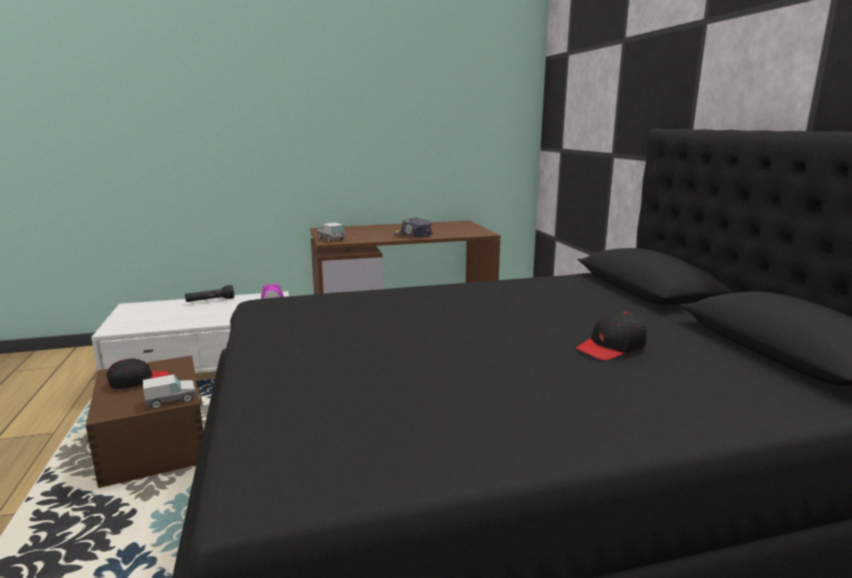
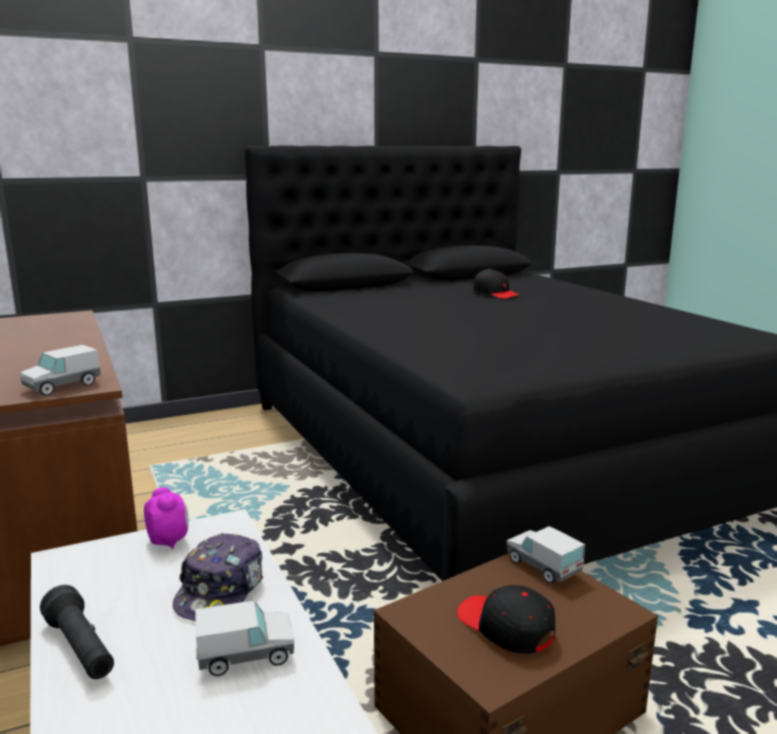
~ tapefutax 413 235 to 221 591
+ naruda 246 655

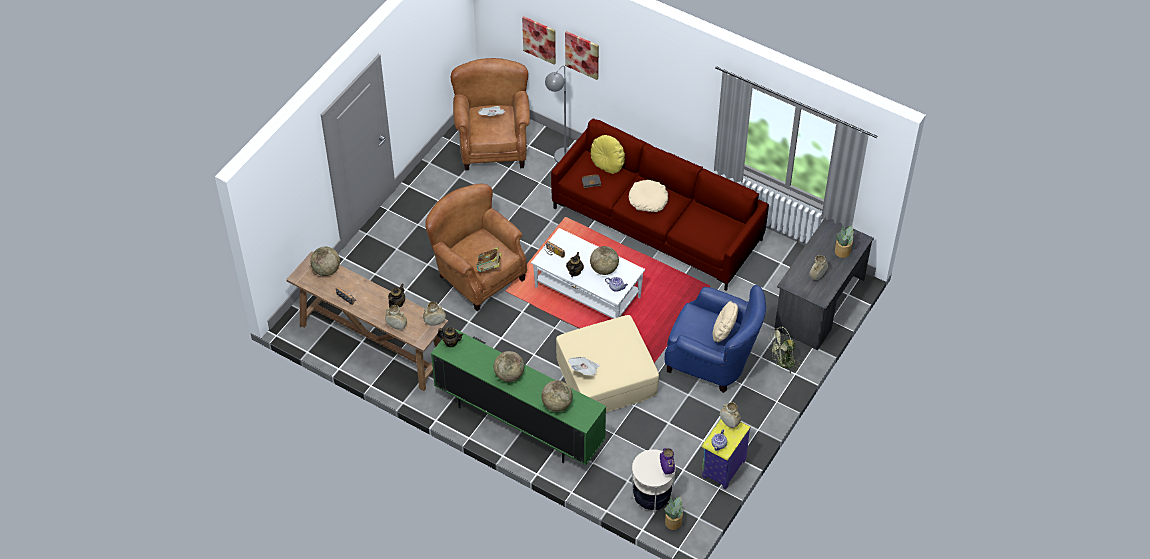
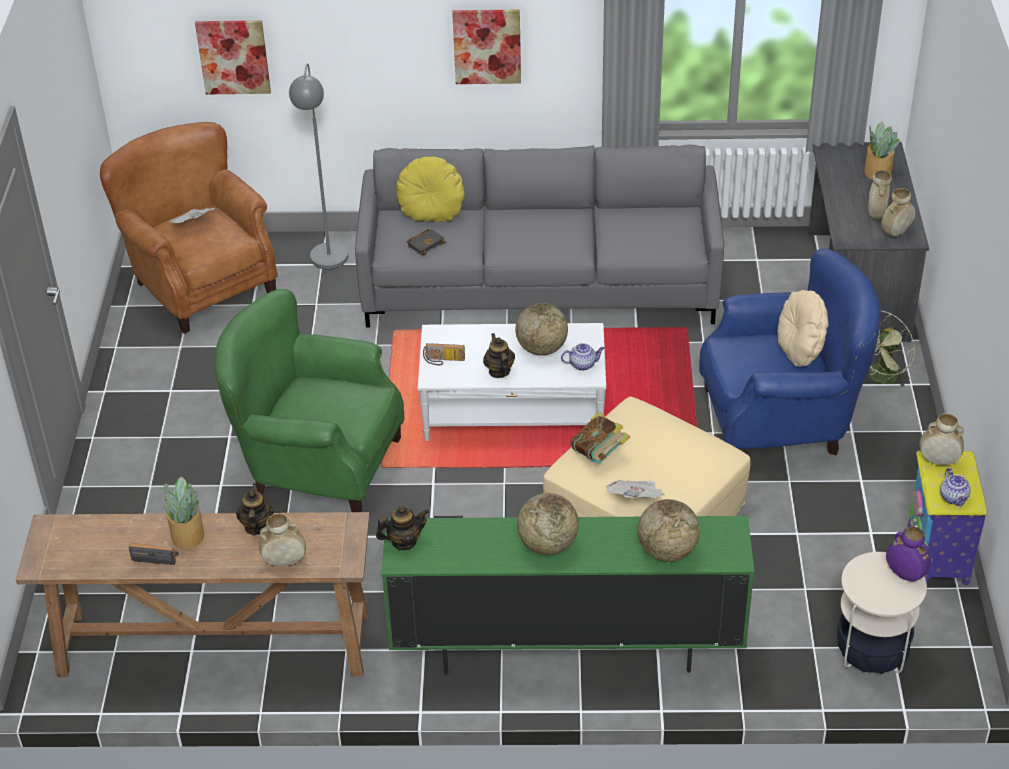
~ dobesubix 582 54 to 487 46
~ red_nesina 657 225 to grey_nesina 540 285
- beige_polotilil 648 200
~ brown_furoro 478 274 to green_furoro 317 463
- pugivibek 326 270
~ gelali 489 267 to 599 454
~ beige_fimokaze 435 322 to 896 232
~ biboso 673 521 to 188 535

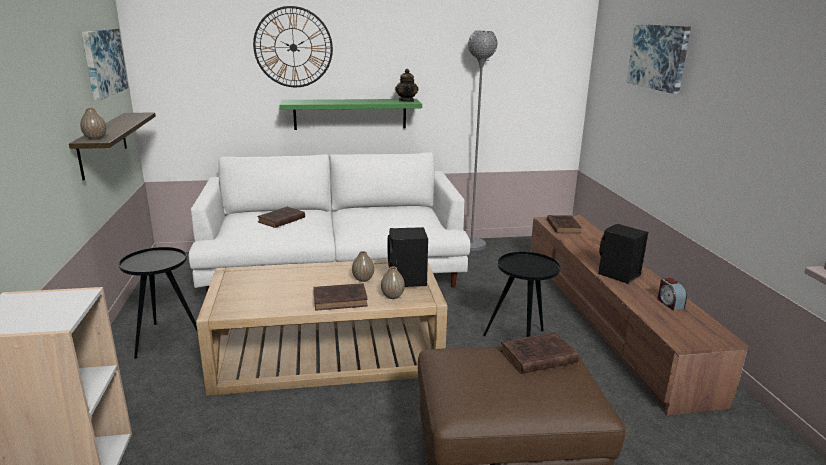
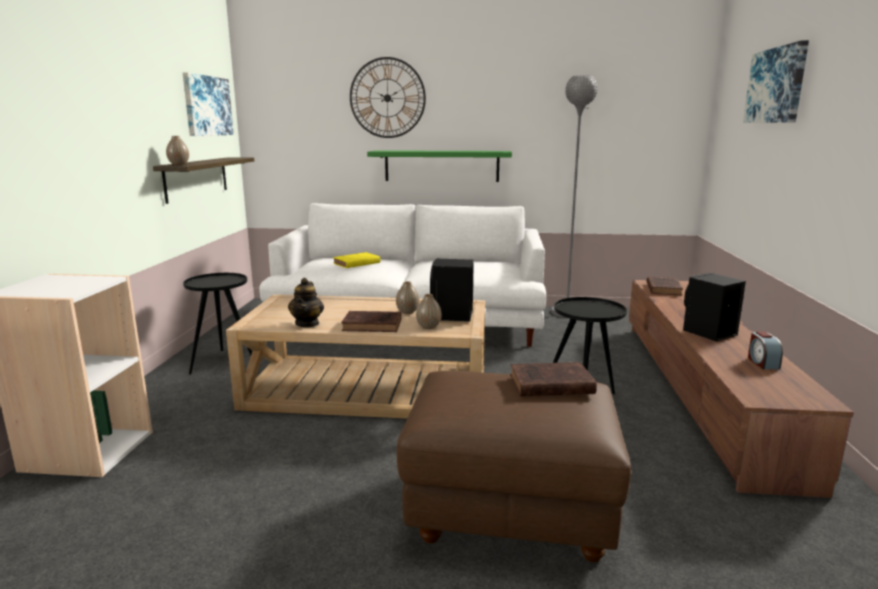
~ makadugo 406 101 to 307 323
~ brown_gelali 280 220 to yellow_gelali 355 263

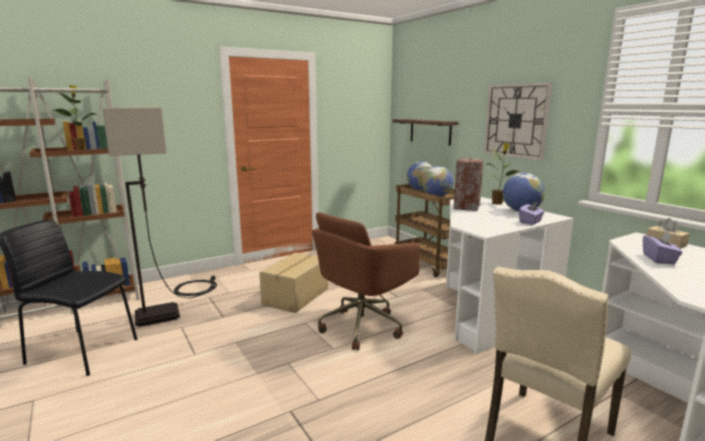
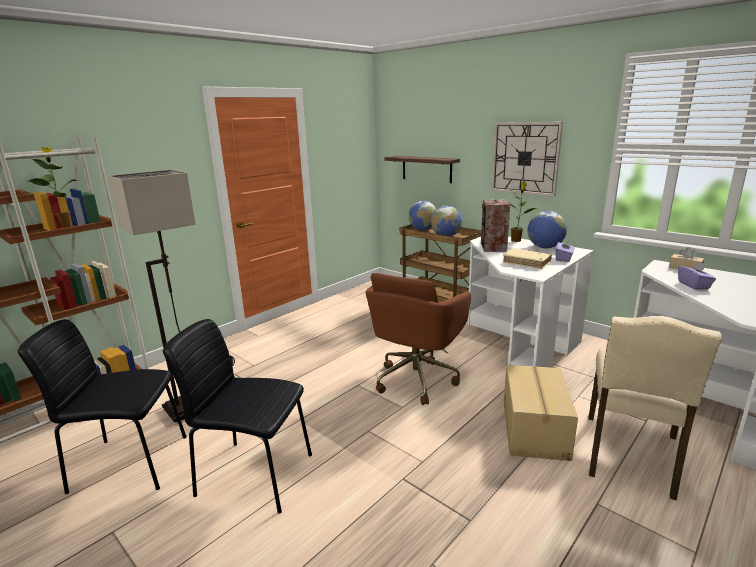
~ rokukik 296 296 to 535 429
+ beige_gelali 526 263
+ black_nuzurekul 251 474

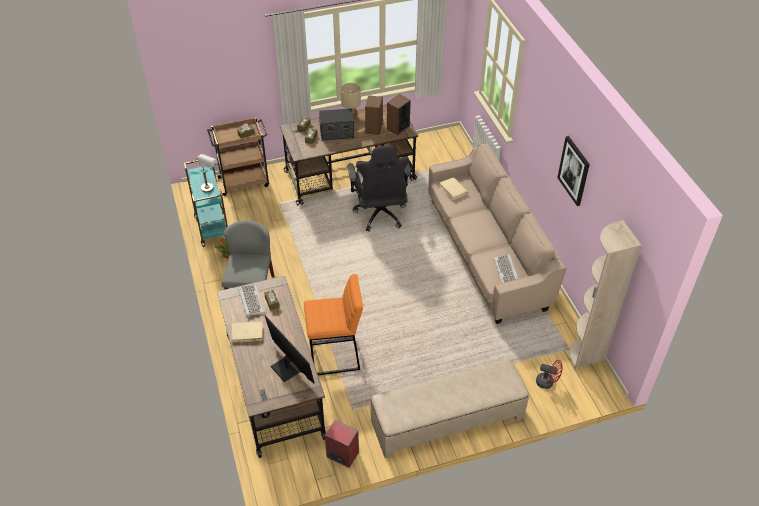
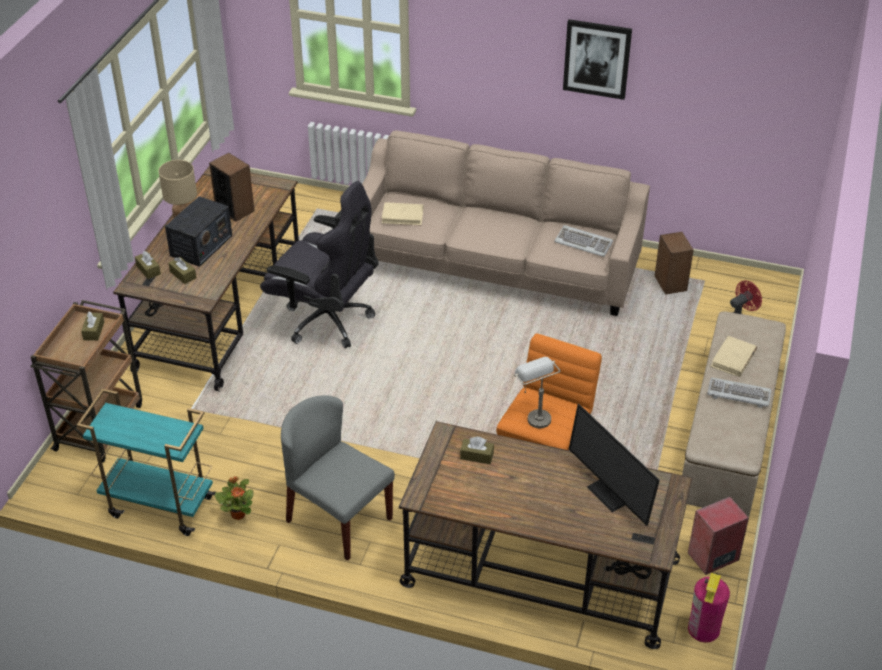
~ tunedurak 398 127 to 670 283
~ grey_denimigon 209 185 to 534 414
- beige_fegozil 583 355
~ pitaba 250 301 to 738 394
~ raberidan 288 367 = 613 491 120 degrees counterclockwise
~ beige_gelali 247 333 to 733 359
+ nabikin 704 629

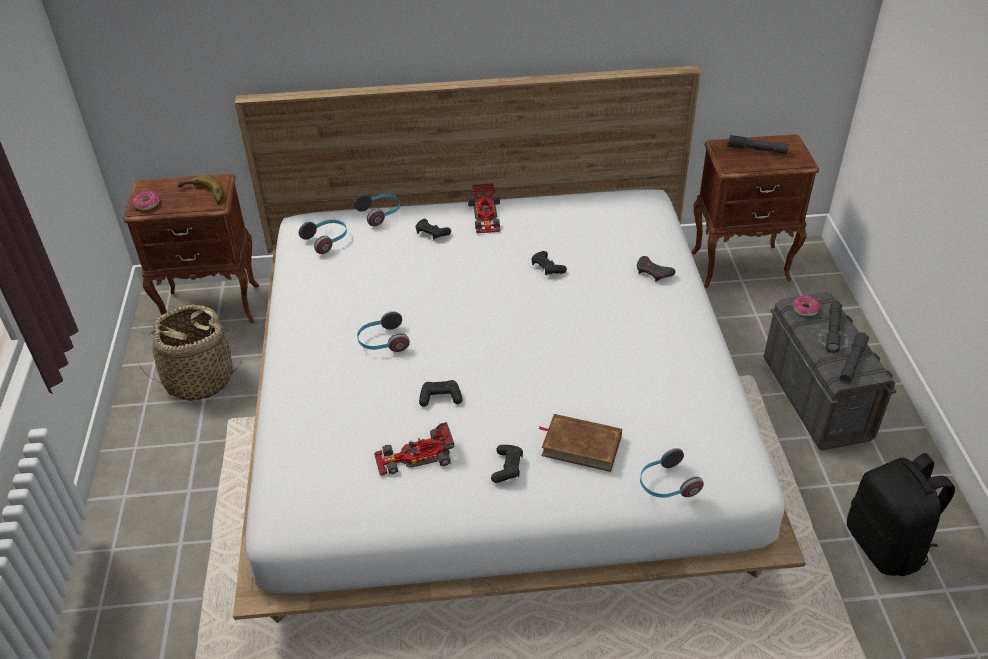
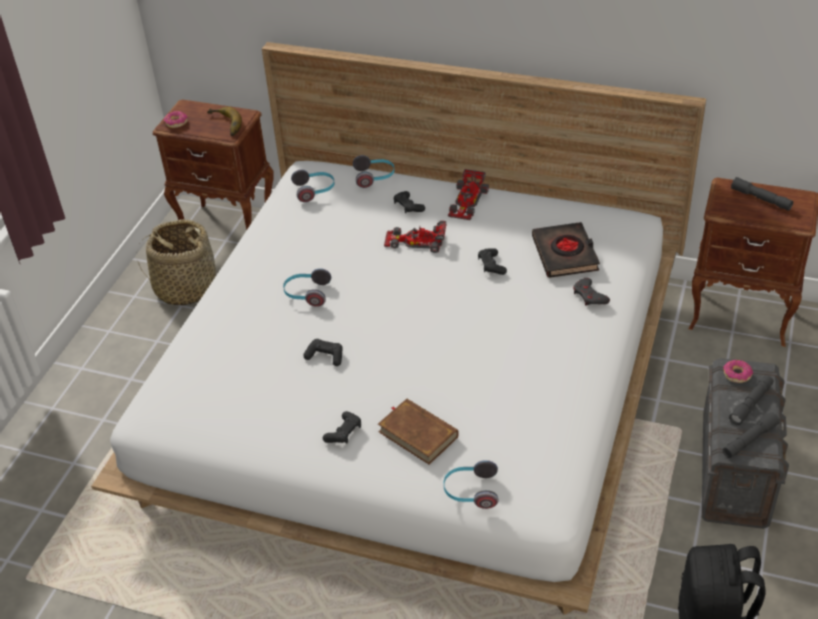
~ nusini 415 456 to 415 241
+ black_gelali 565 254

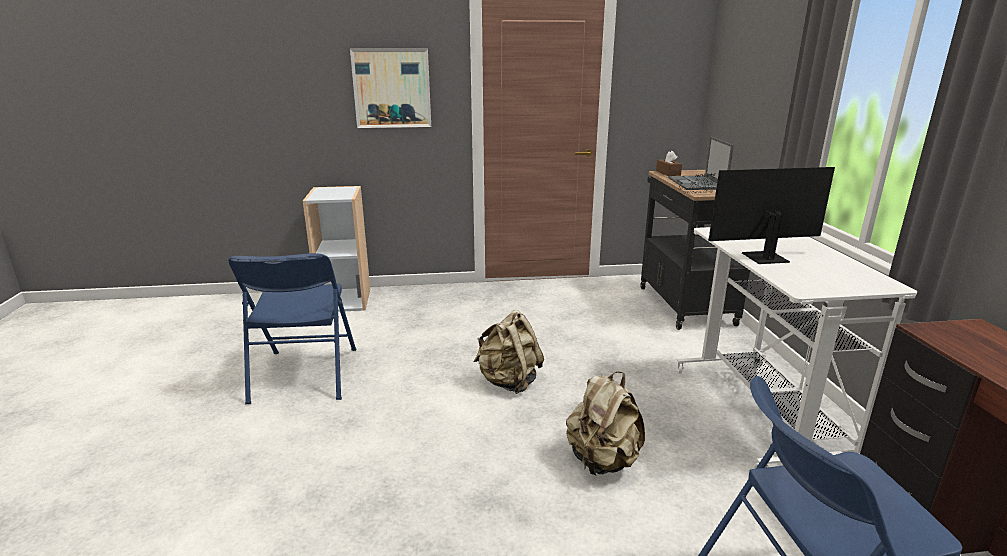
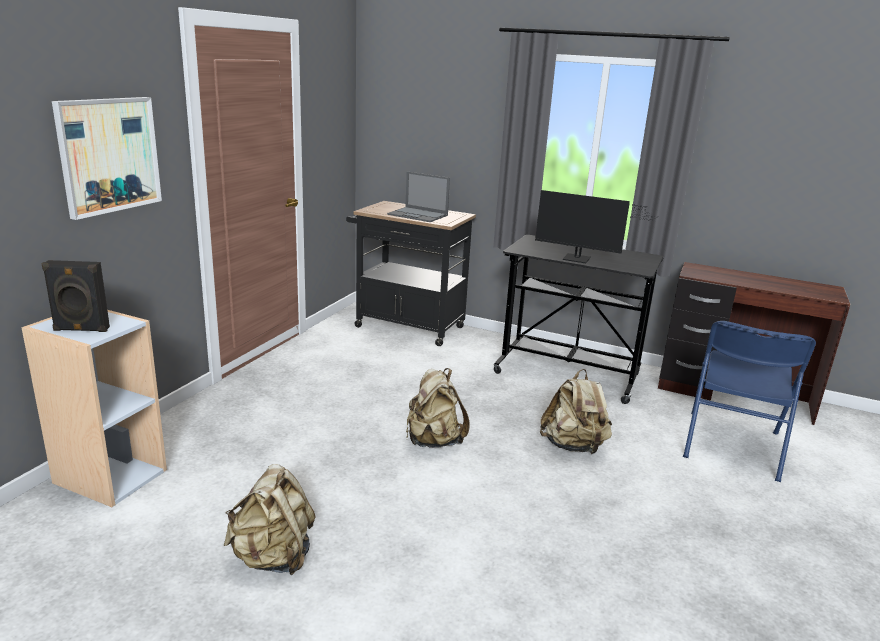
- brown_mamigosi 668 173
~ raberidan 758 257 = 580 259 90 degrees counterclockwise
~ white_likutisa 759 413 to black_likutisa 567 373
~ blue_nuzurekul 304 375 to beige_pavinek 273 557
+ black_tunedurak 81 329

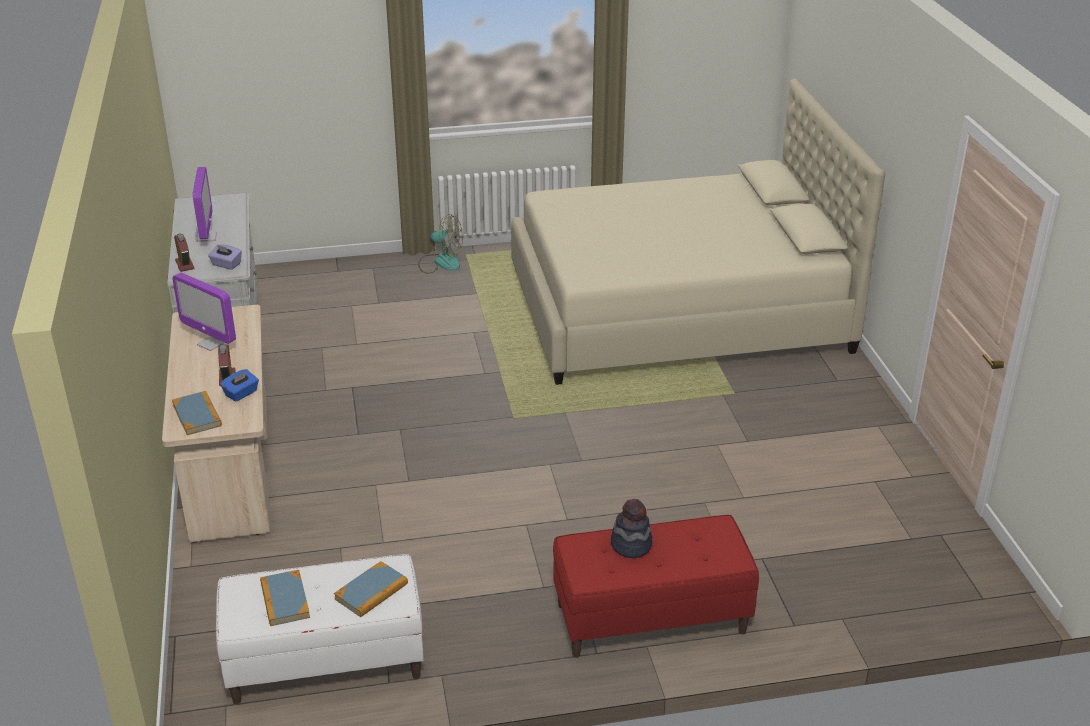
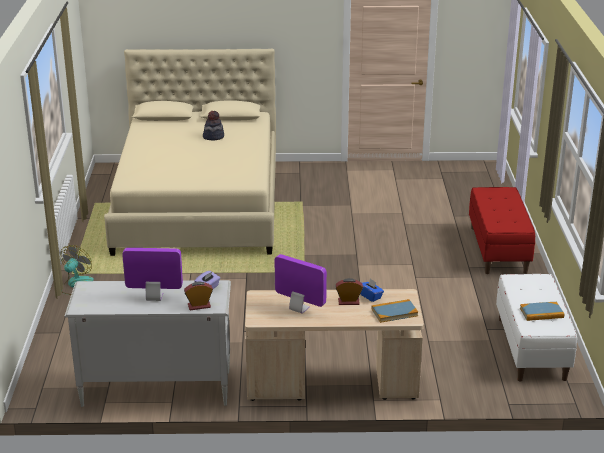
~ raberidan 211 343 = 299 309 105 degrees counterclockwise
~ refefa 631 544 to 213 136
- gelali 371 591

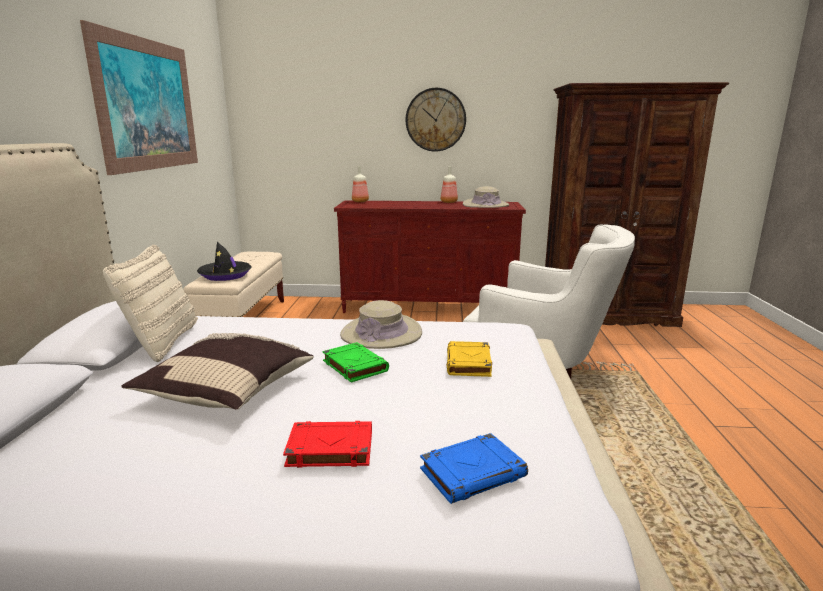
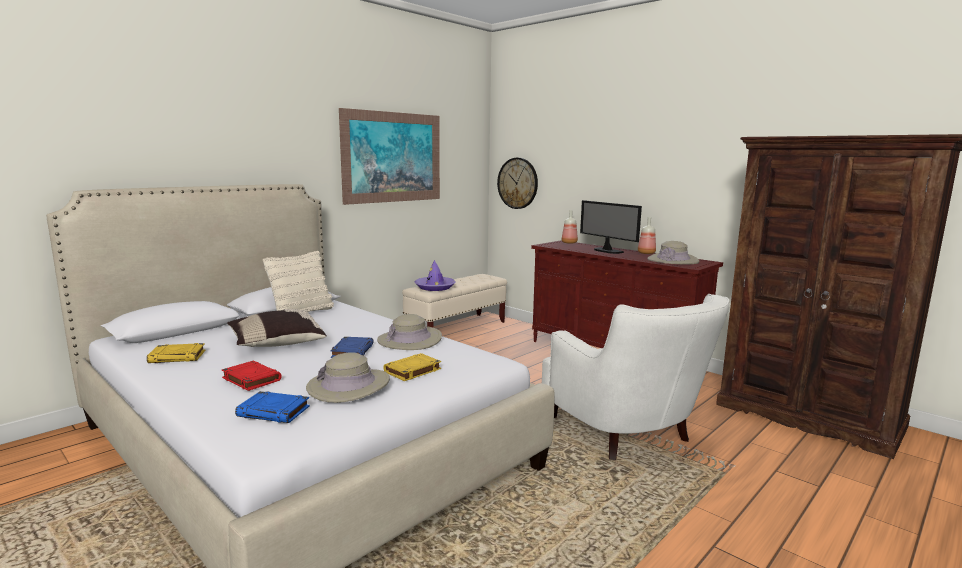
~ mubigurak 435 120 to 517 183
~ black_refefa 225 275 to purple_refefa 435 287
~ green_gelali 354 366 to blue_gelali 352 351
+ raberidan 607 251
+ yellow_gelali 178 357
+ beige_refefa 348 386

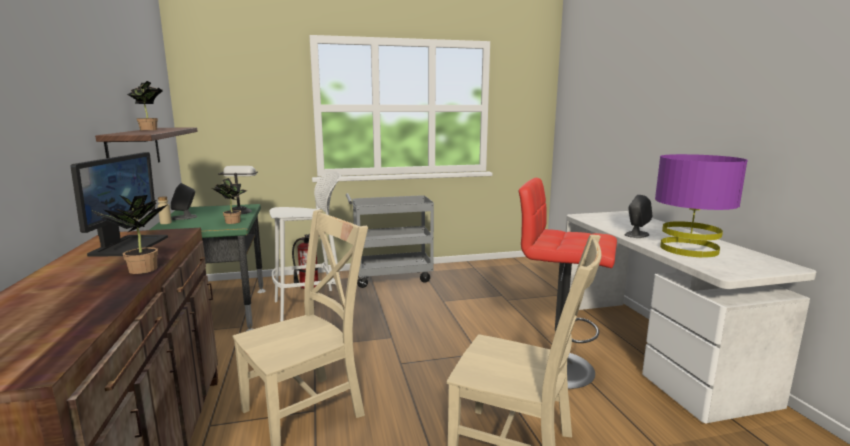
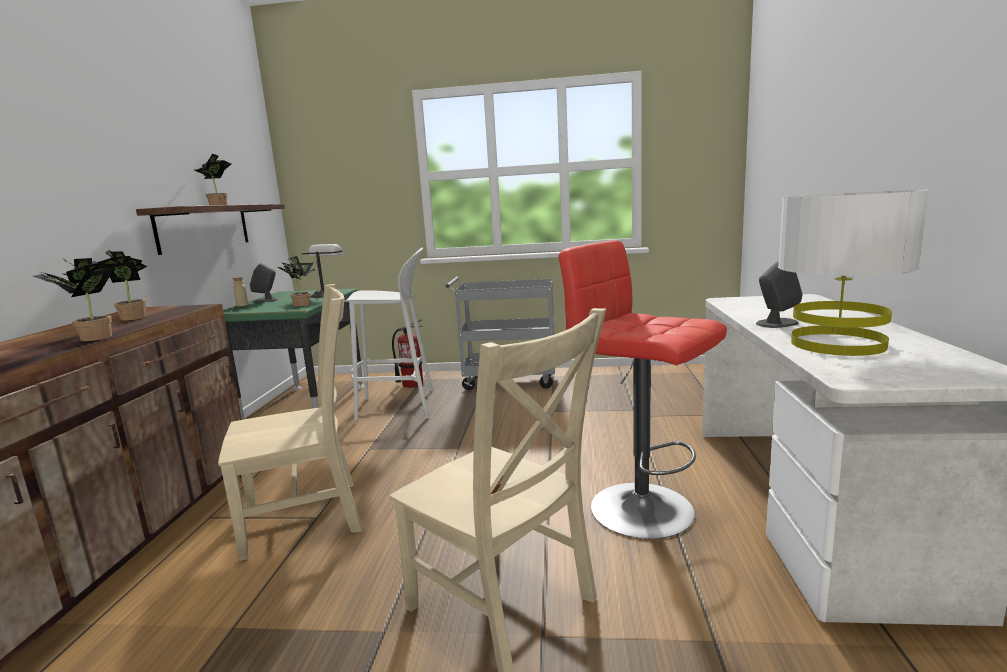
~ raberidan 129 245 to biboso 130 318
~ purple_denimigon 688 249 to white_denimigon 837 344

